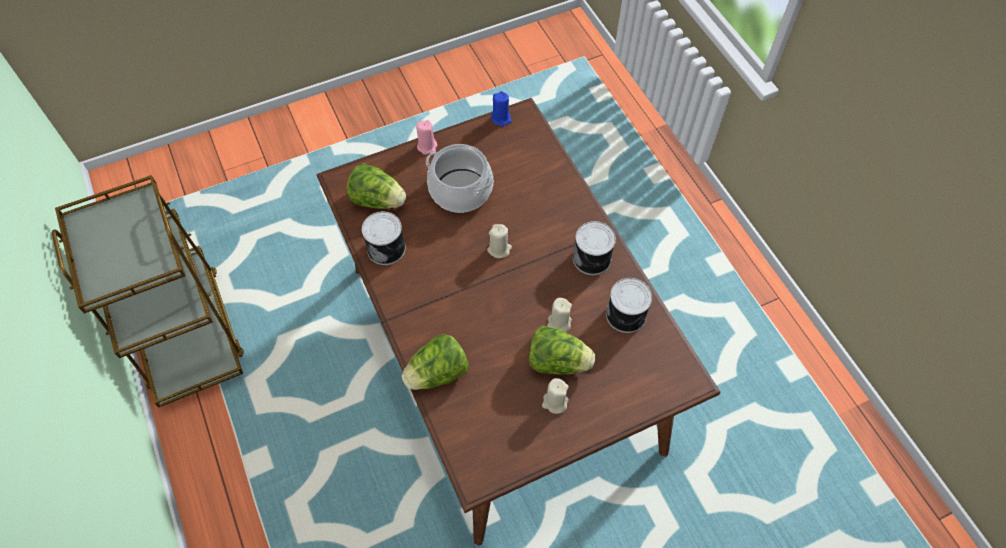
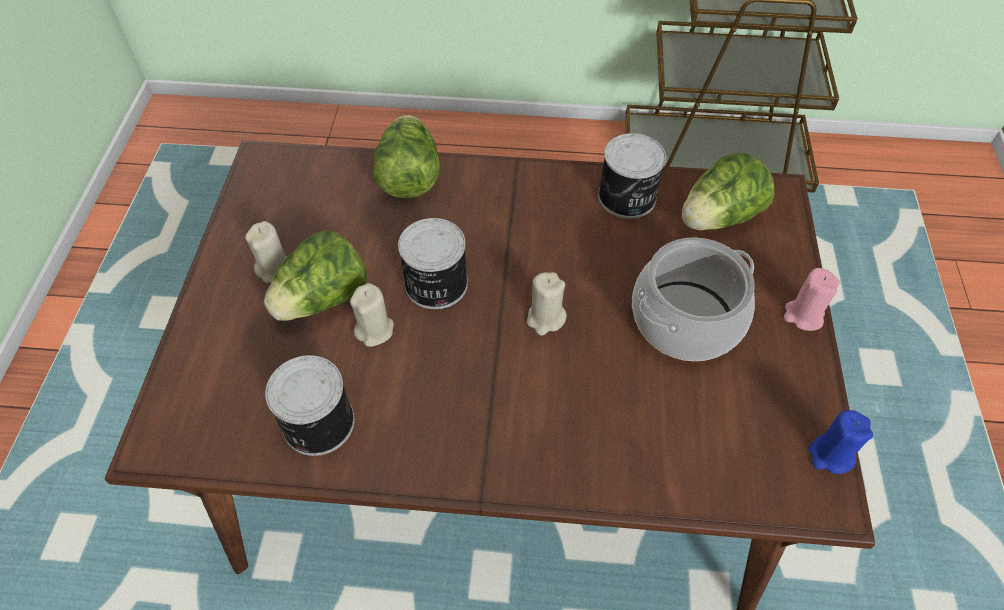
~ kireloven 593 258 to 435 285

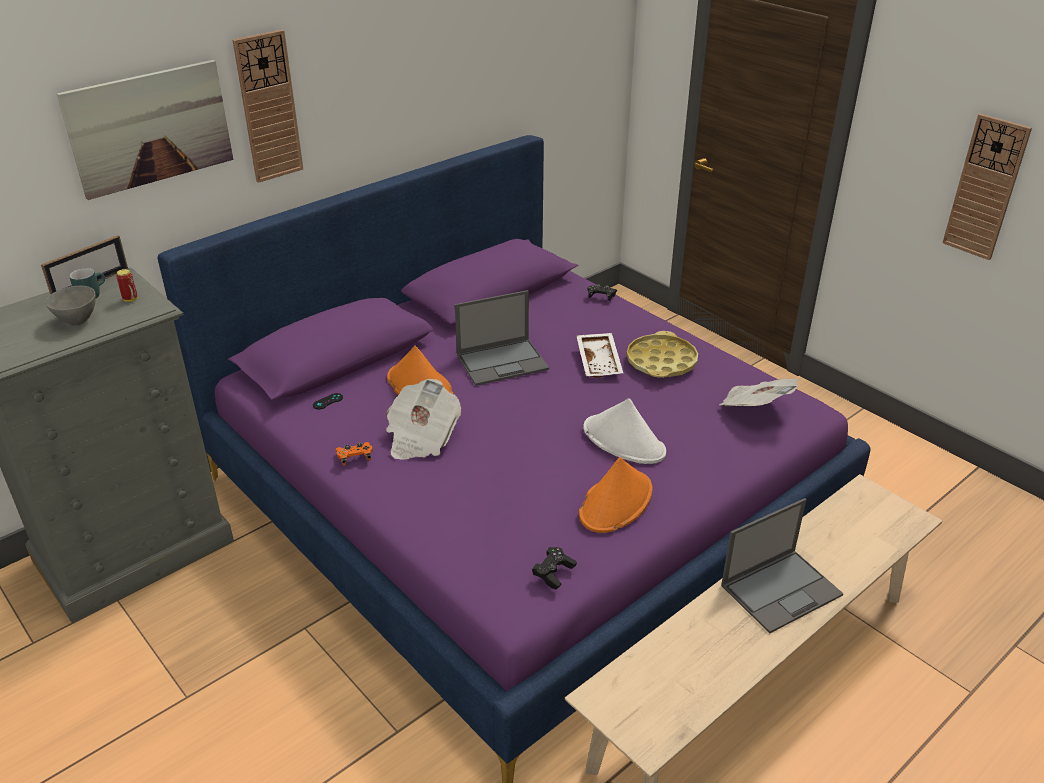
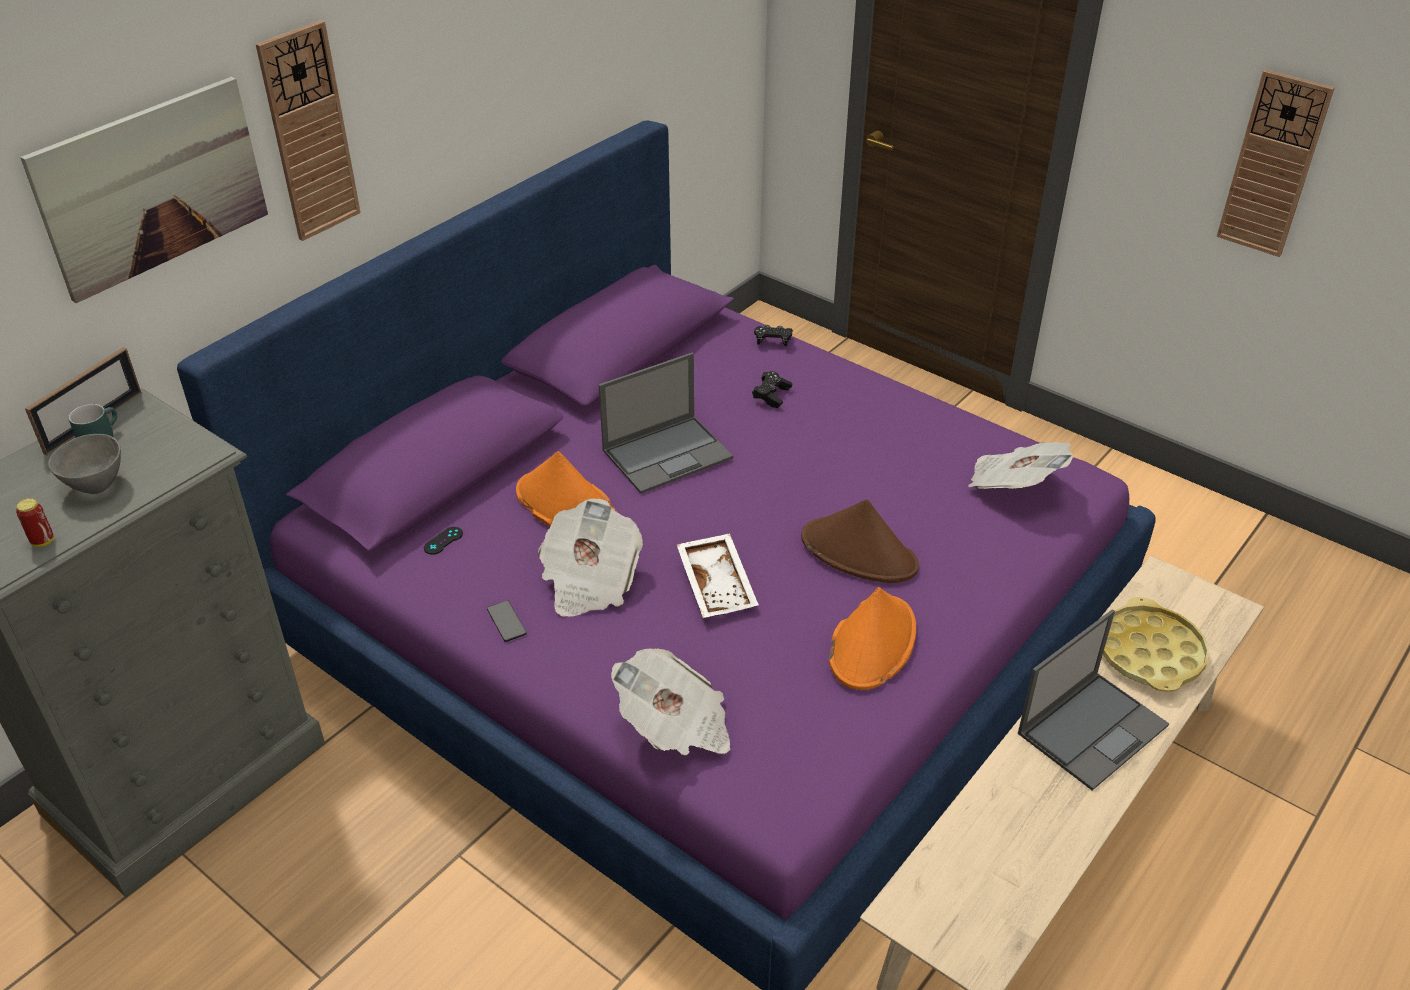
~ kireloven 130 299 to 42 541
~ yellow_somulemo 661 362 to 1149 653
~ white_somulemo 600 362 to 718 584
~ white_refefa 624 441 to brown_refefa 859 552
~ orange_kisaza 355 458 to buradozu 506 622
~ black_kisaza 553 573 to 771 395
+ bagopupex 675 726

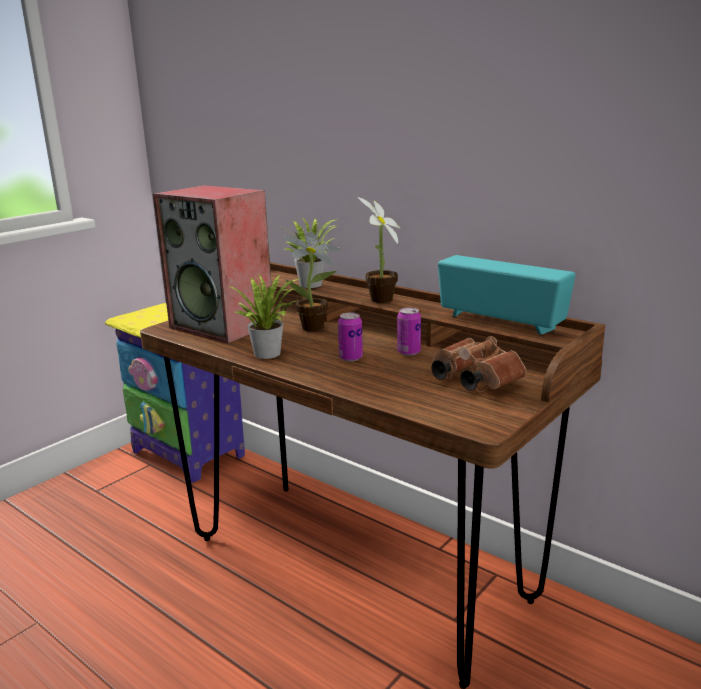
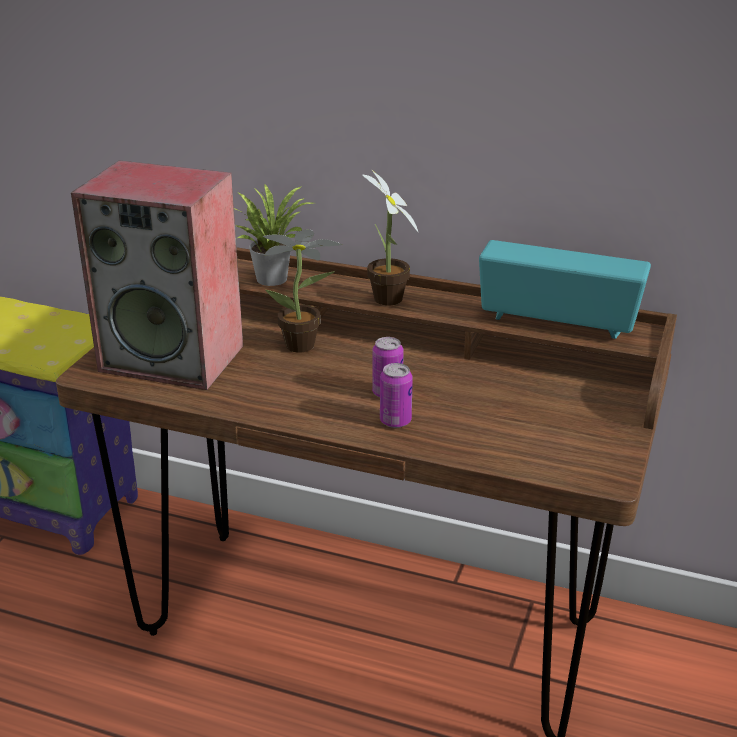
- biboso 270 352
~ kireloven 409 352 to 395 421
- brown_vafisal 472 380

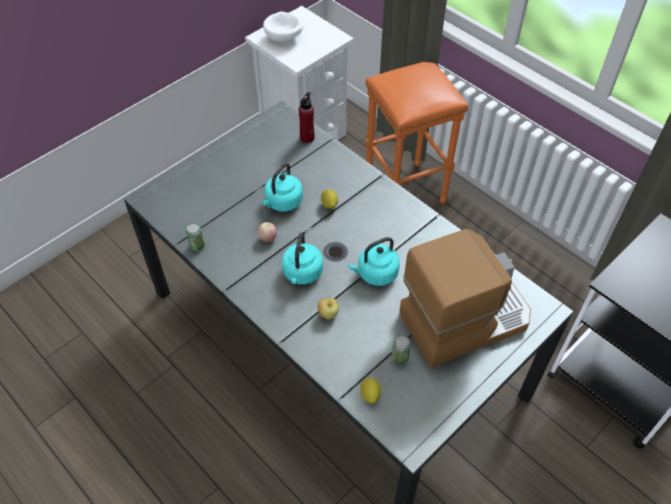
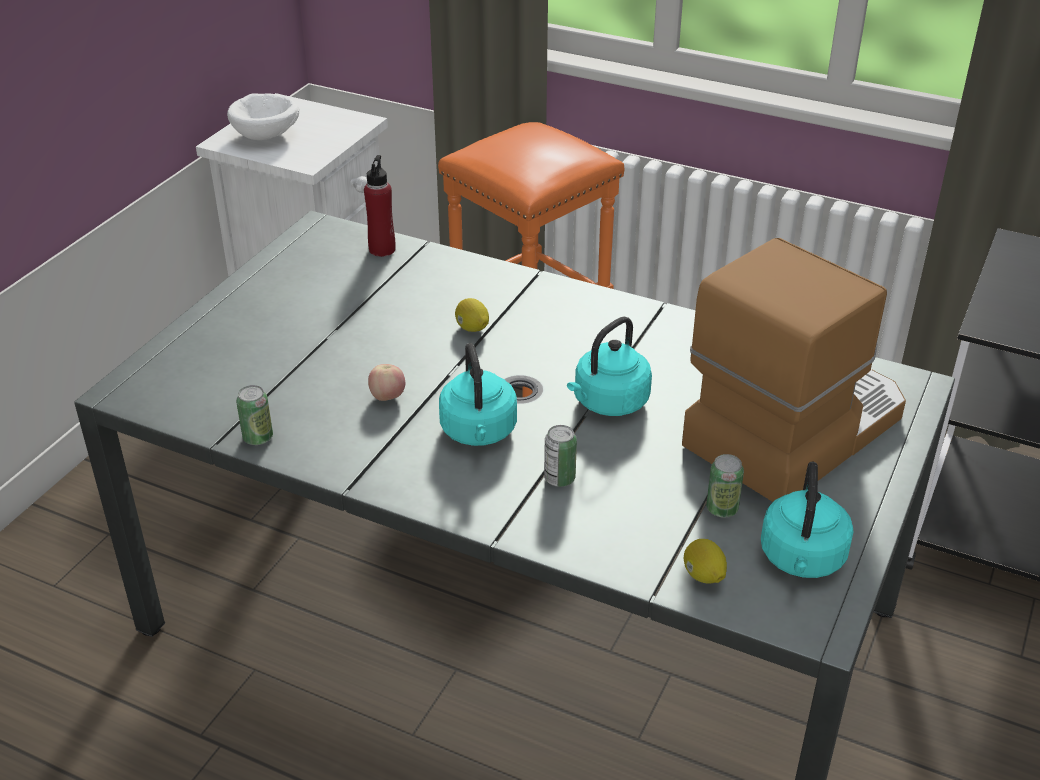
~ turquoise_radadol 282 202 to 802 560
~ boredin 328 314 to kireloven 559 478

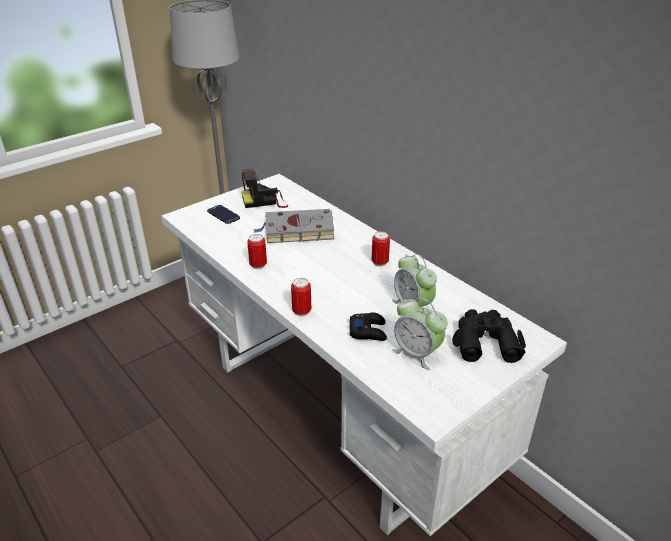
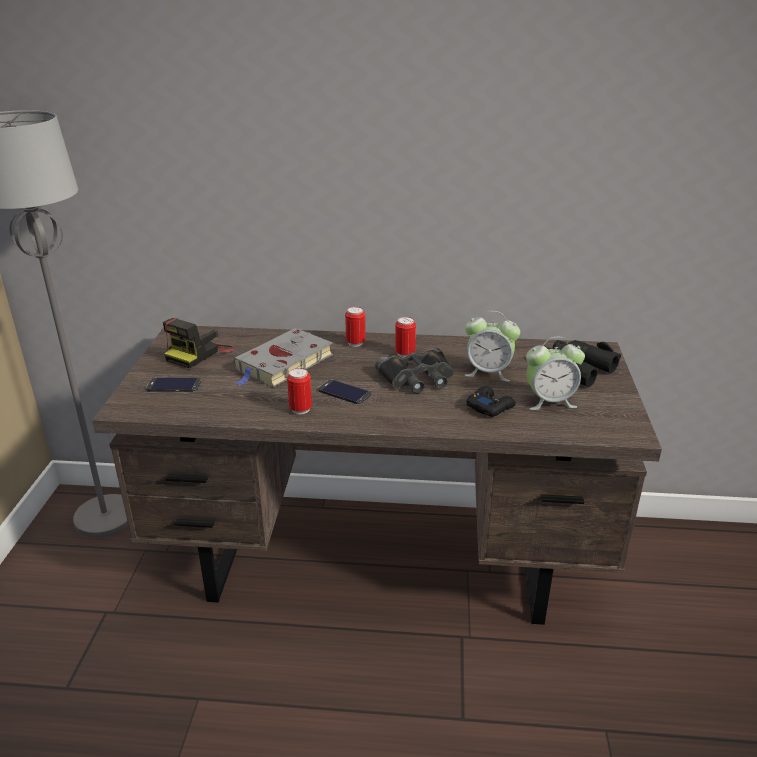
~ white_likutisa 338 414 to brown_likutisa 381 562
~ kireloven 301 311 to 355 343
+ black_vafisal 418 378
+ buradozu 344 392

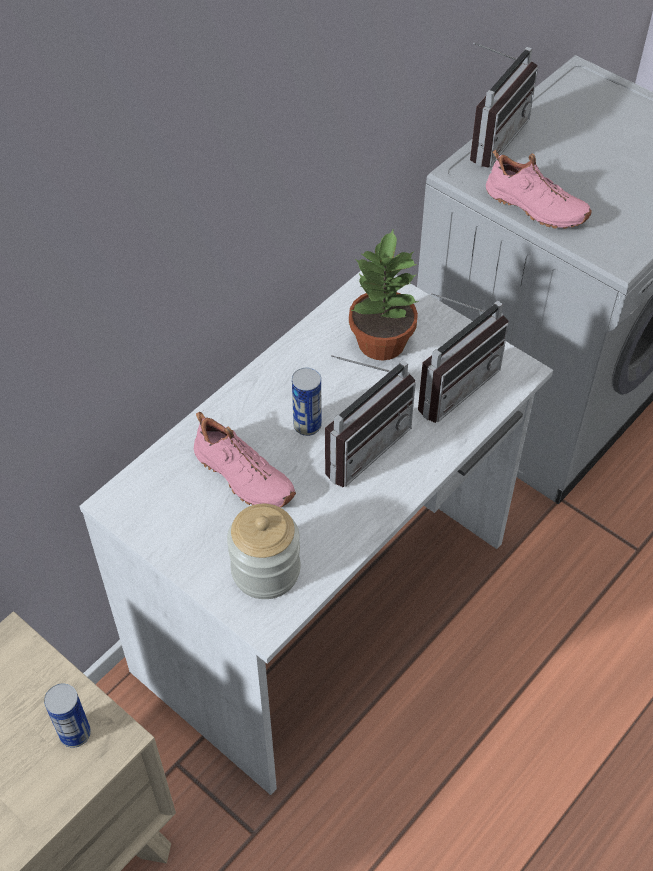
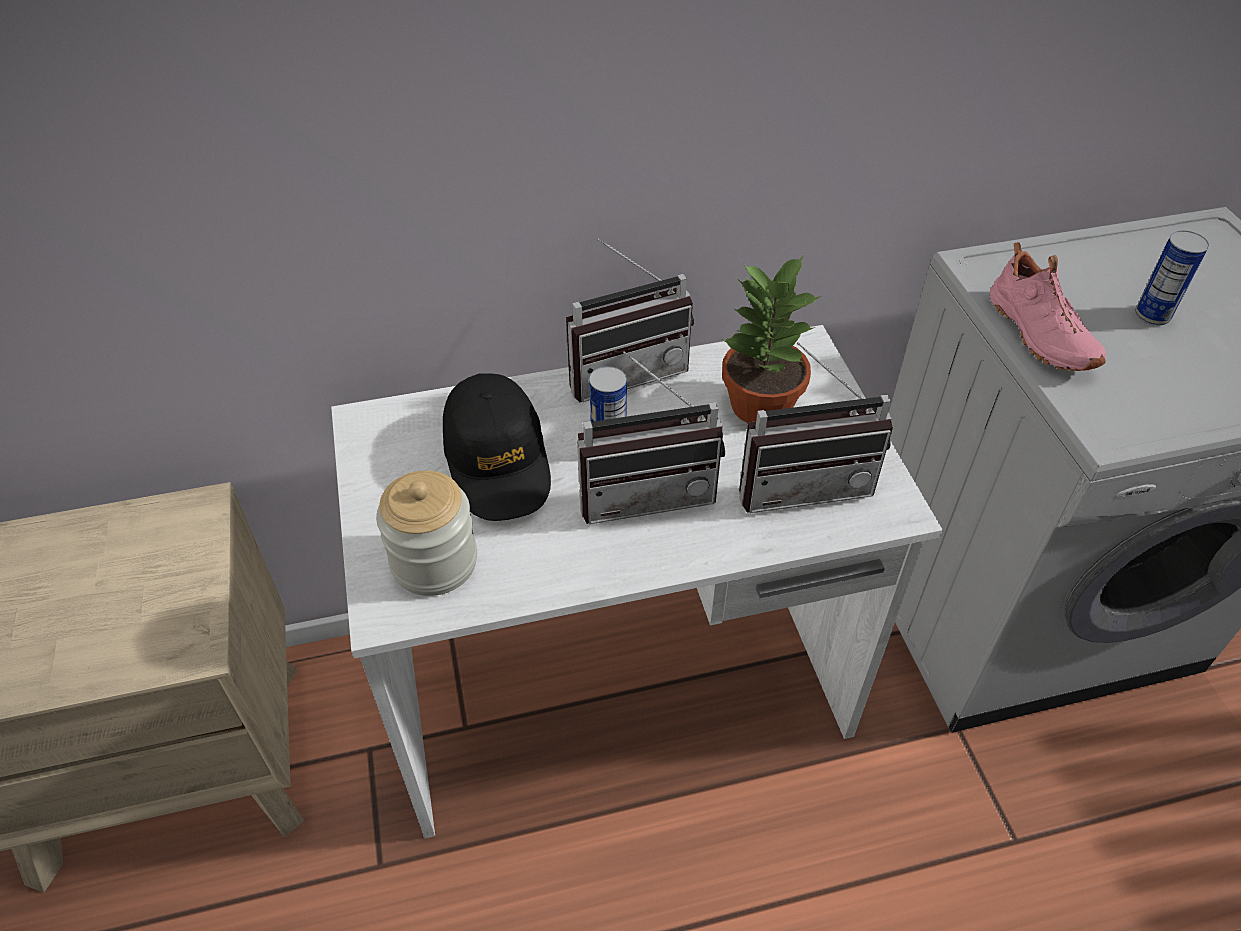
~ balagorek 490 137 to 625 371
~ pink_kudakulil 242 477 to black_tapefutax 498 460
~ kireloven 75 733 to 1152 315

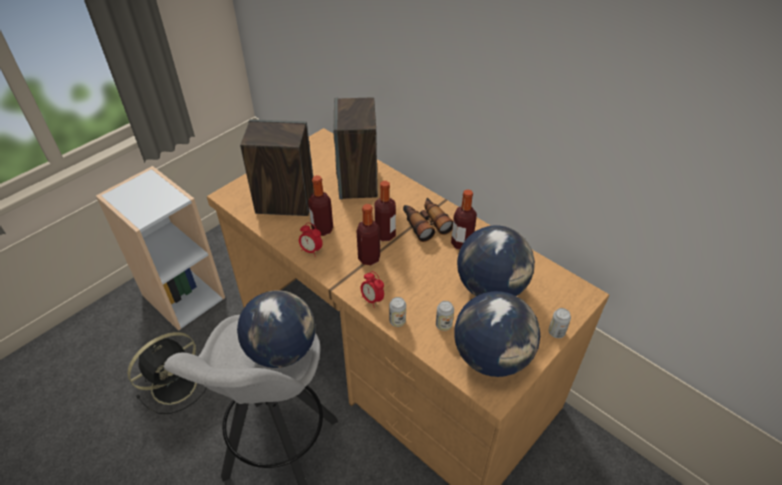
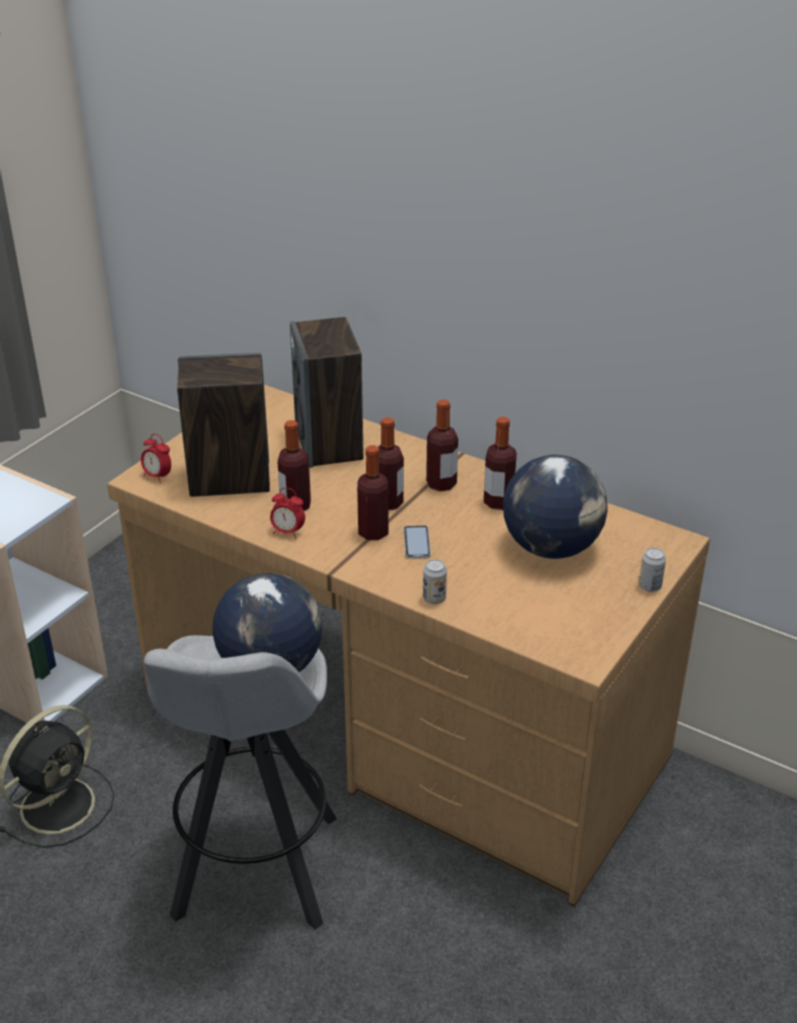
~ vafisal 425 223 to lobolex 441 484
~ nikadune 372 299 to 157 476
- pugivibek 492 356
- kireloven 443 325
+ buradozu 416 543

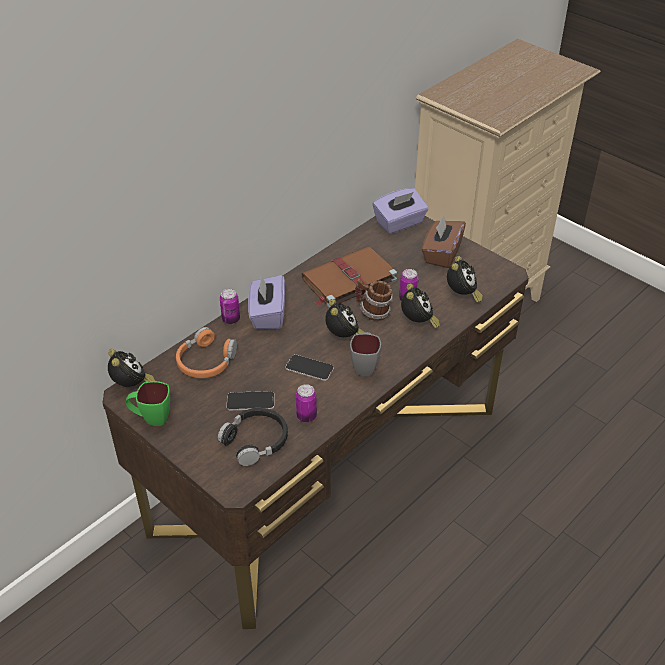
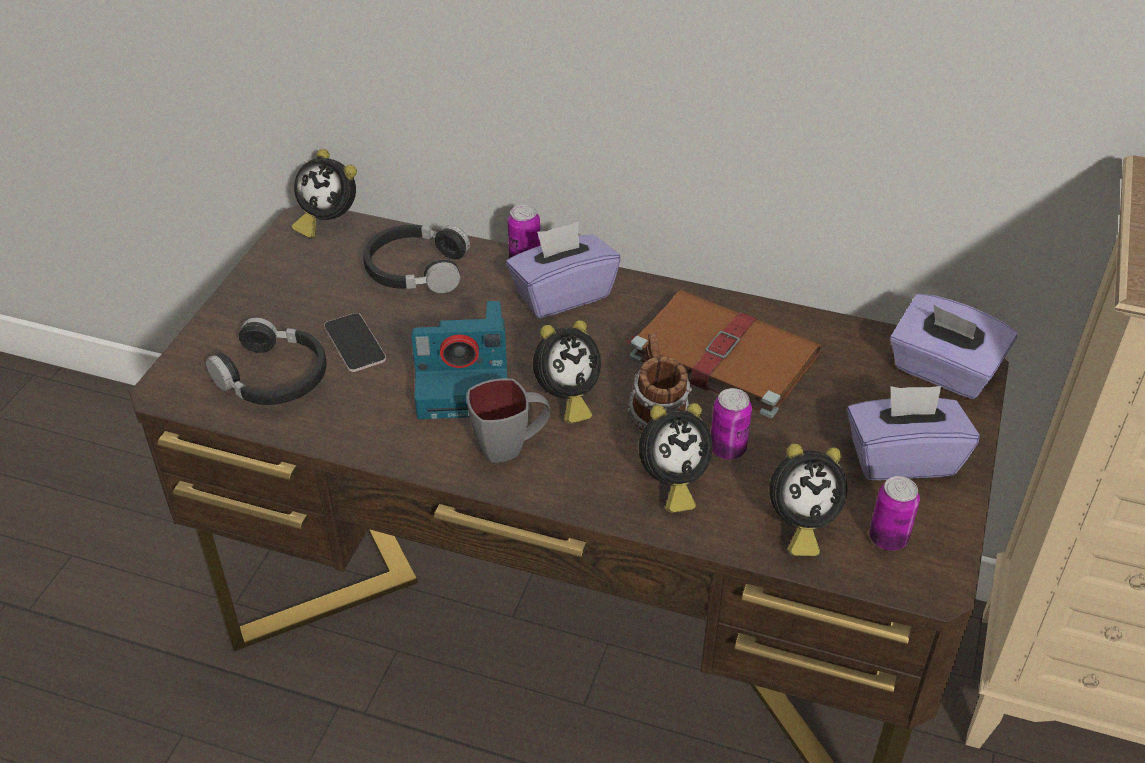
~ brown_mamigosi 441 254 to purple_mamigosi 902 458
~ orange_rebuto 206 361 to black_rebuto 416 270
~ nikadune 132 386 = 327 221 75 degrees clockwise
~ buradozu 309 368 to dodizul 465 382
- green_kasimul 151 418
~ kireloven 306 416 to 888 538

